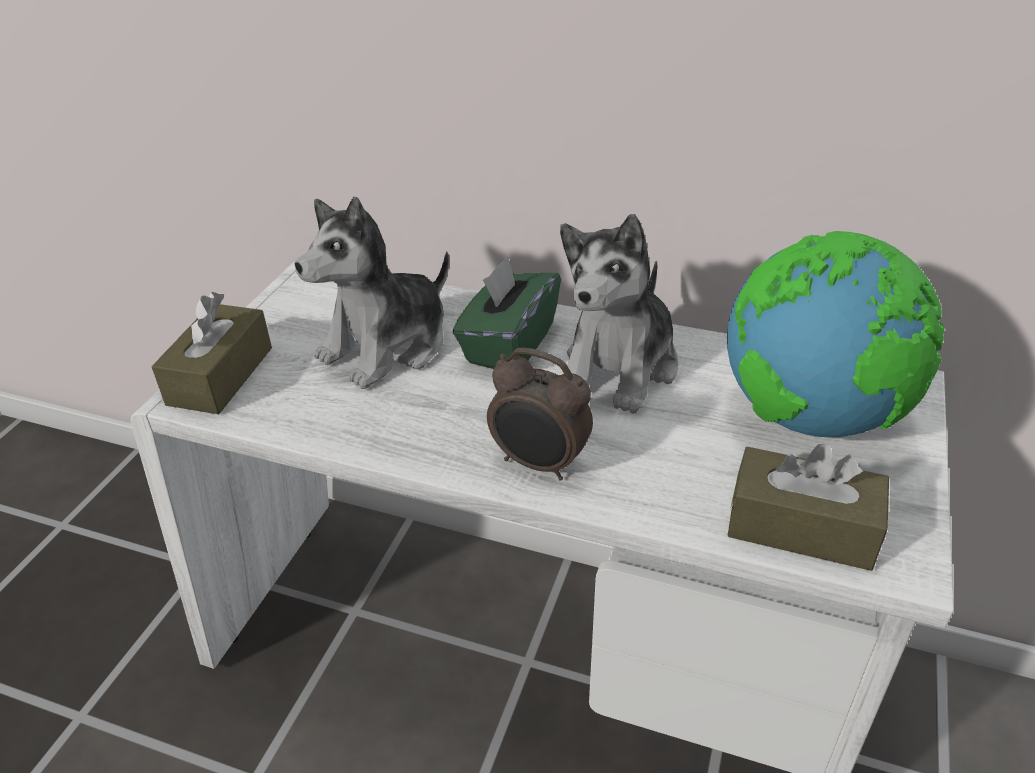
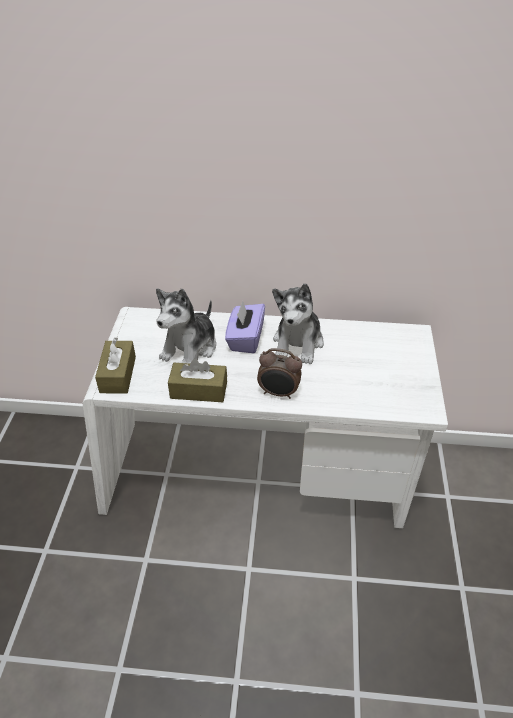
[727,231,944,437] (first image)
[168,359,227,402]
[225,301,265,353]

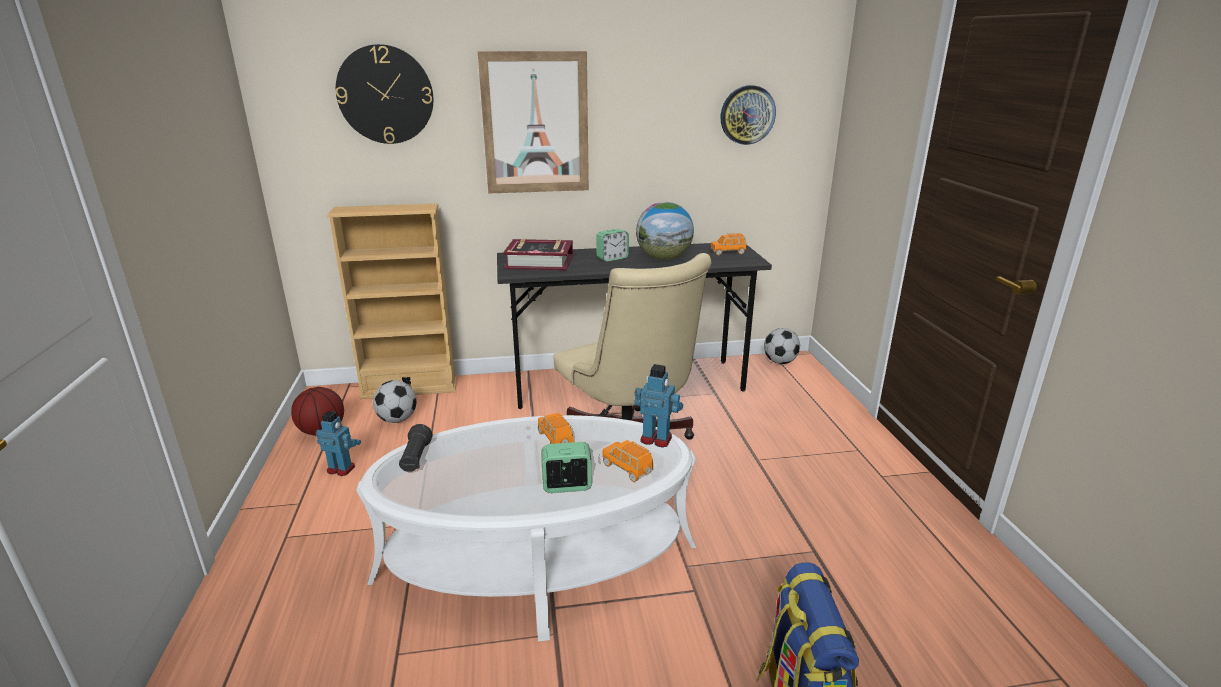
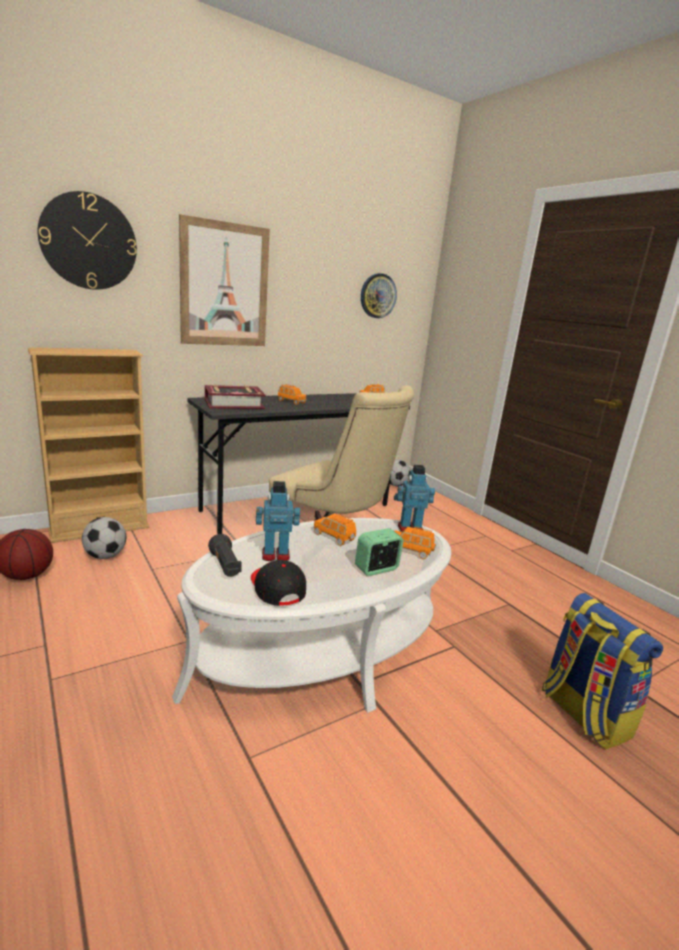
[636,202,694,260] (first image)
[251,560,306,606]
[256,481,300,561]
[278,384,306,405]

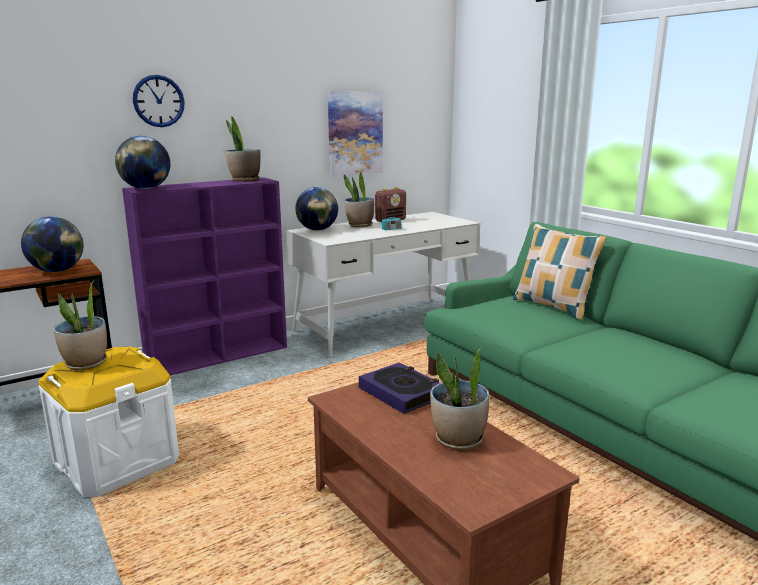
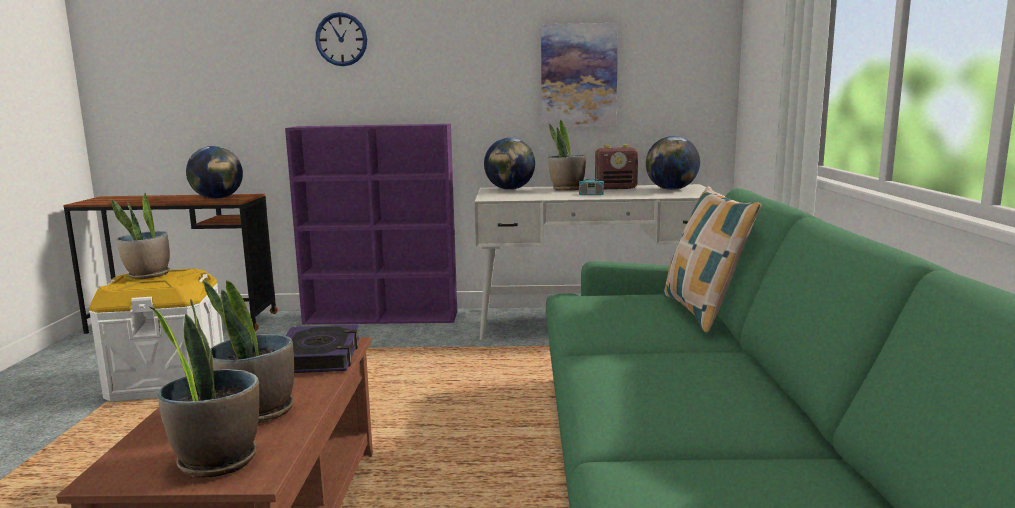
[646,136,700,190]
[150,299,259,478]

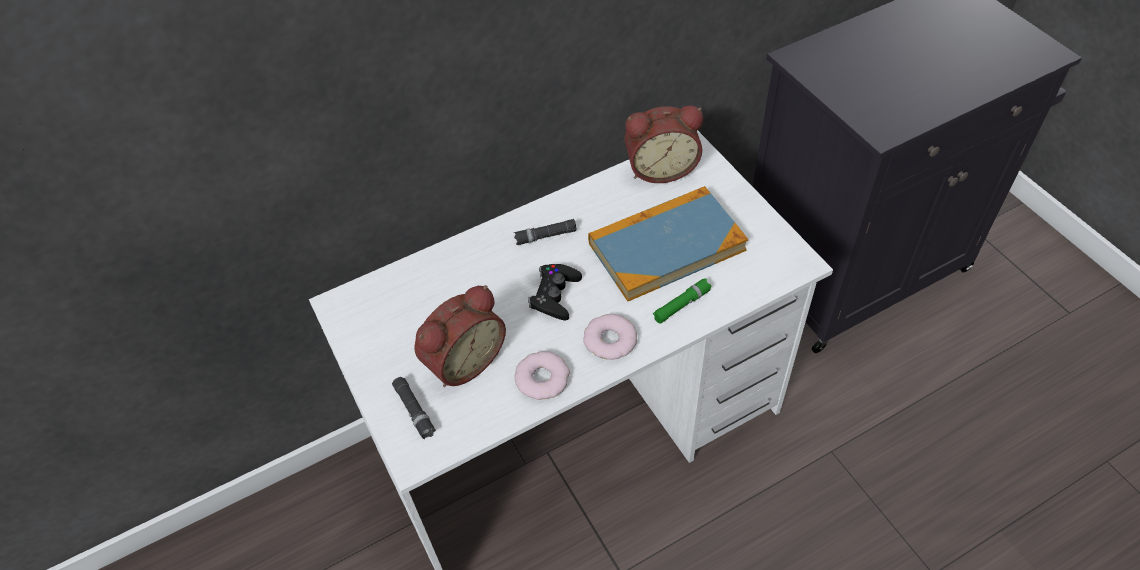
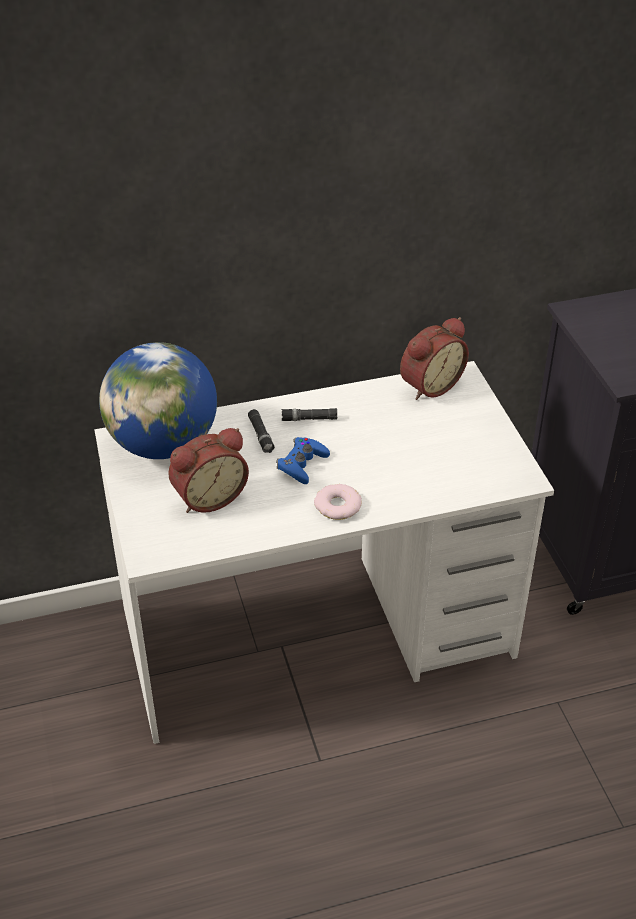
[514,351,570,400] (first image)
[588,186,748,301] (first image)
[653,279,711,324] (first image)
[99,342,217,459]
[248,409,275,453]
[276,437,330,484]
[400,317,469,400]

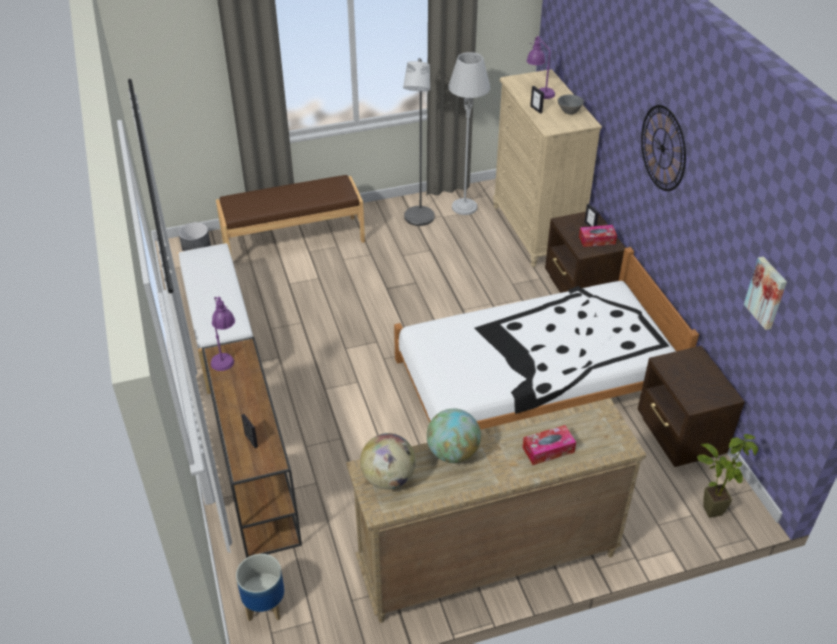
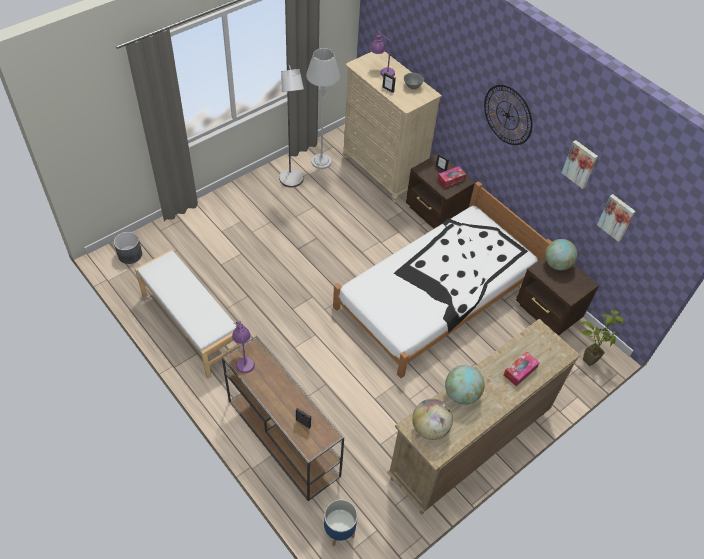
[216,175,365,261] (first image)
[545,239,578,270]
[562,140,598,189]

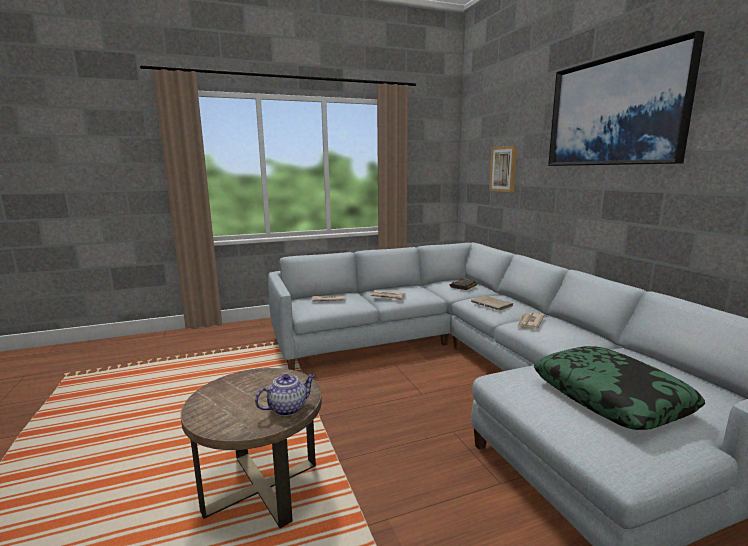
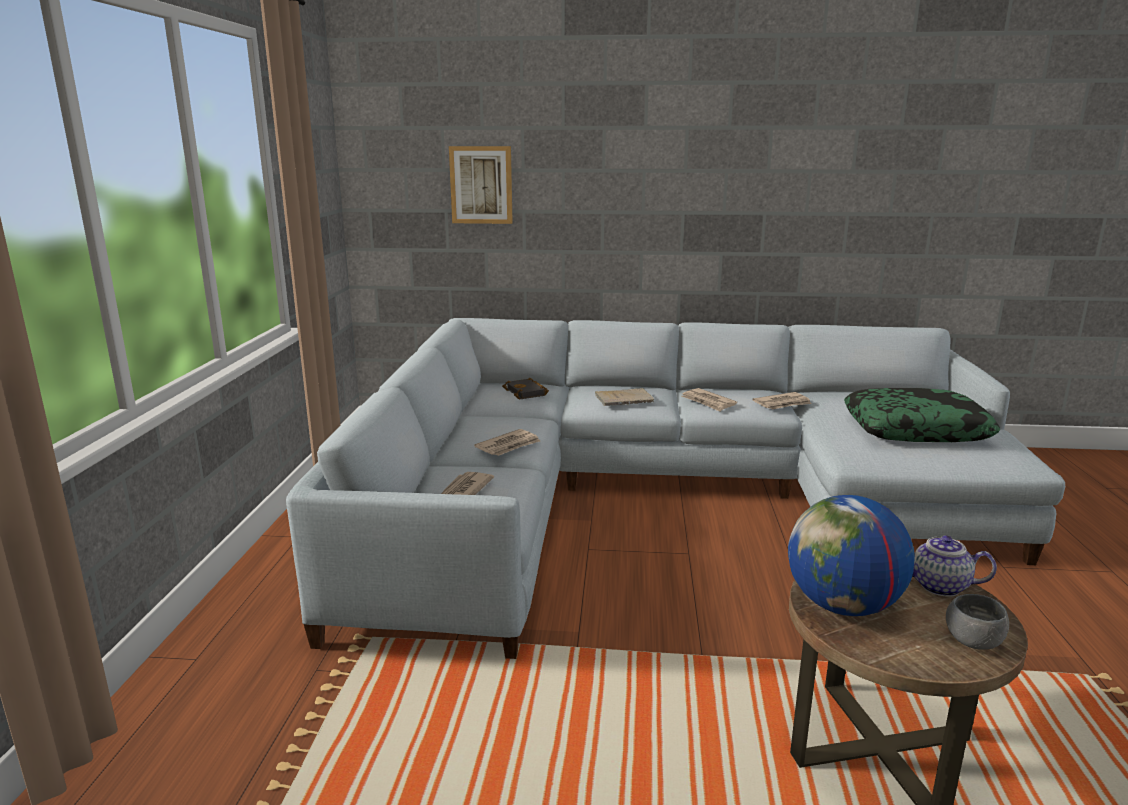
[548,31,705,166] (first image)
[752,392,812,409]
[788,495,915,616]
[946,594,1009,650]
[912,535,997,596]

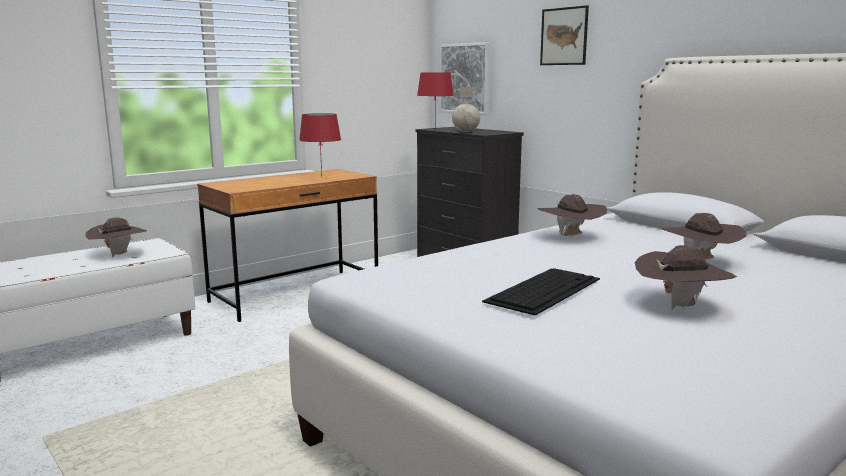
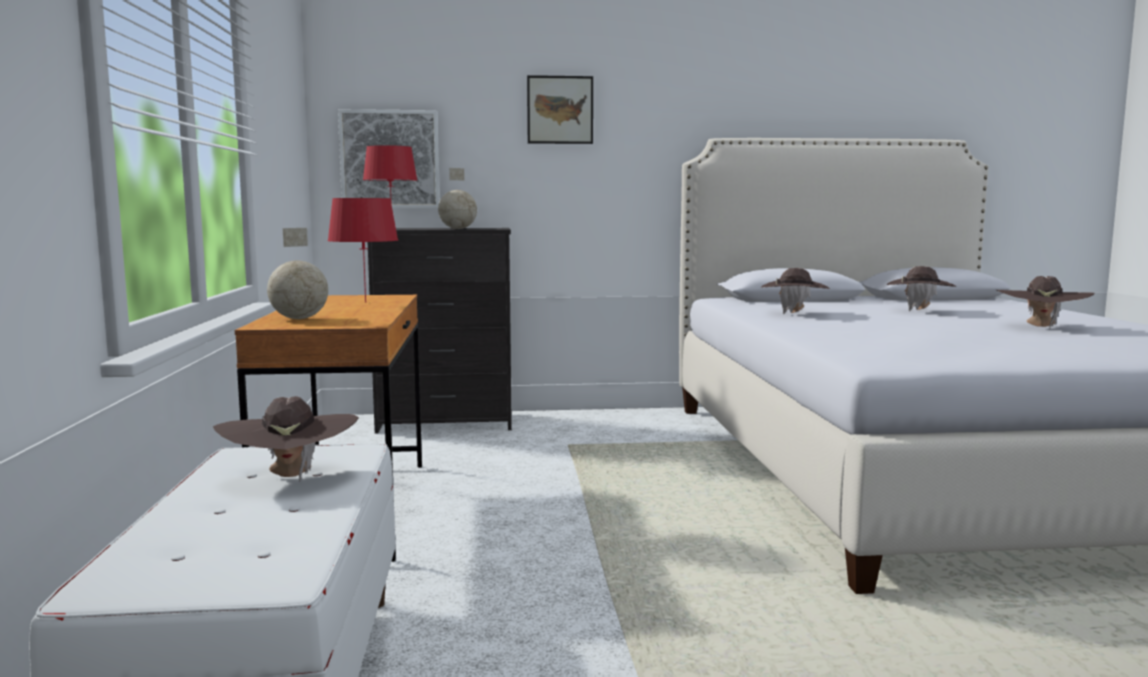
[482,268,600,316] (first image)
[267,228,328,319]

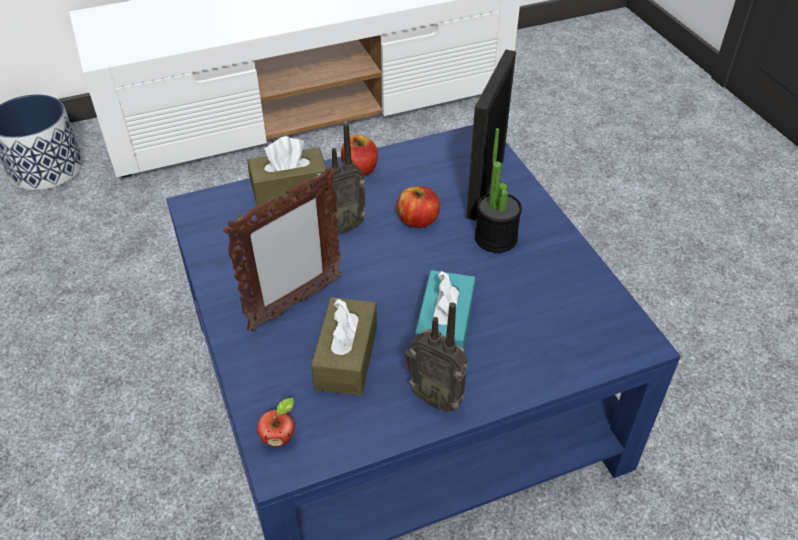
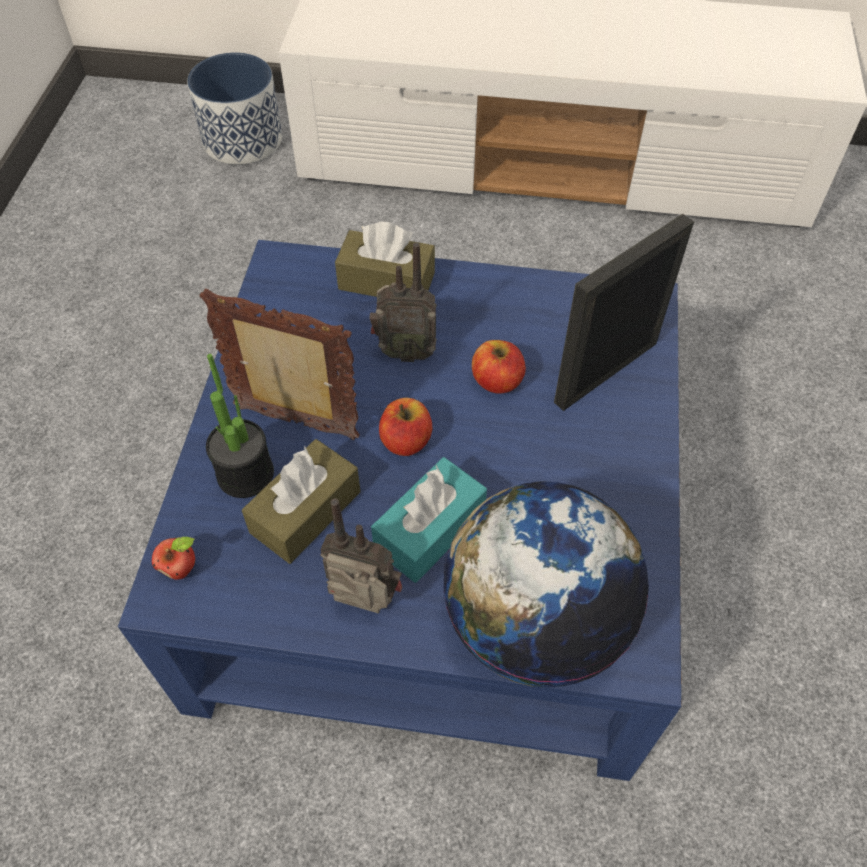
[443,481,649,688]
[379,398,432,456]
[206,354,274,498]
[199,289,360,440]
[320,498,402,613]

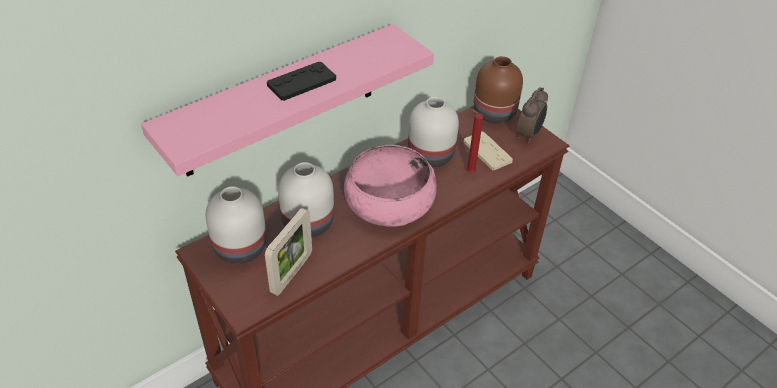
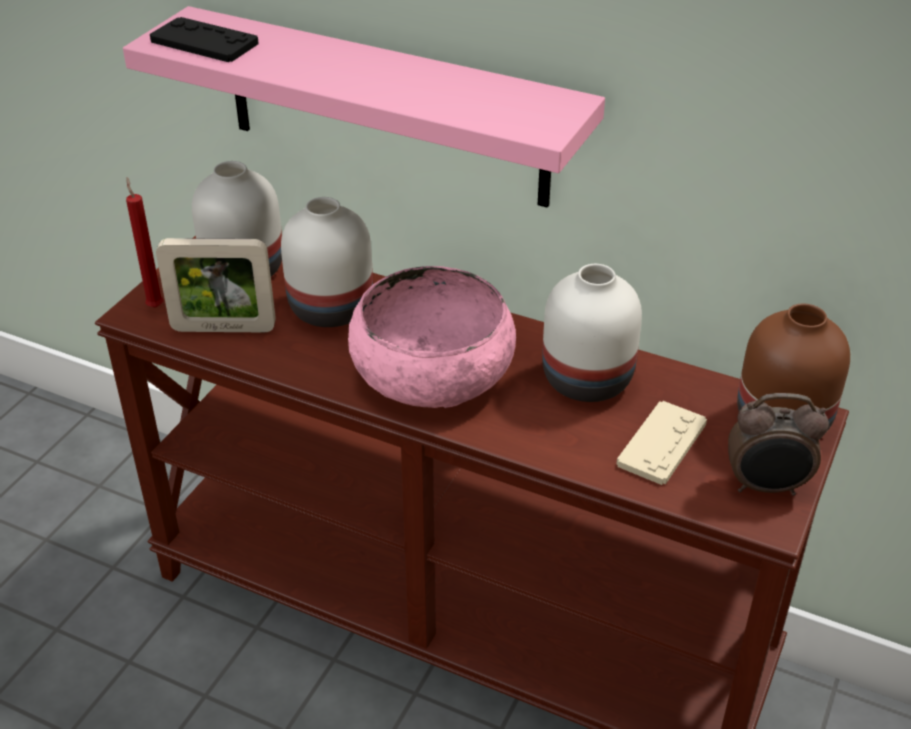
[150,17,259,62]
[126,177,163,308]

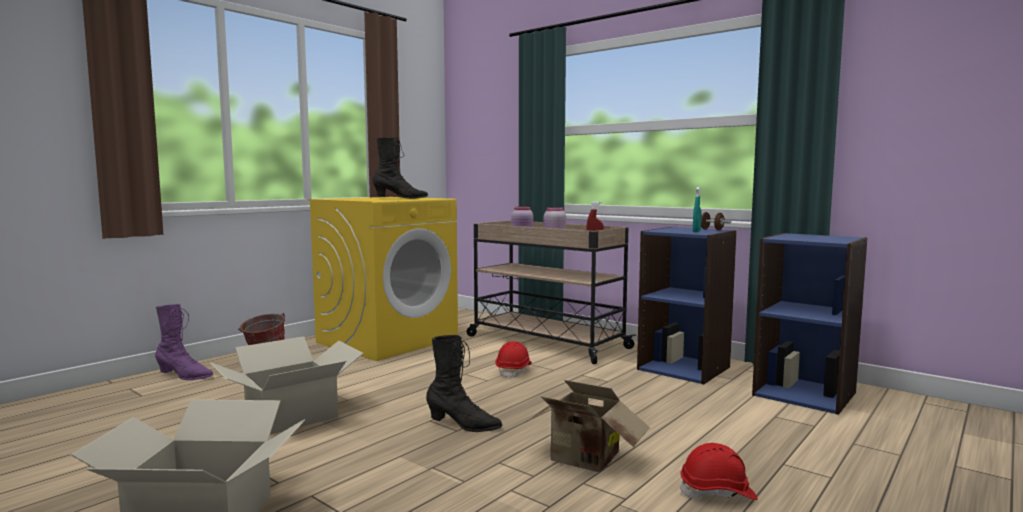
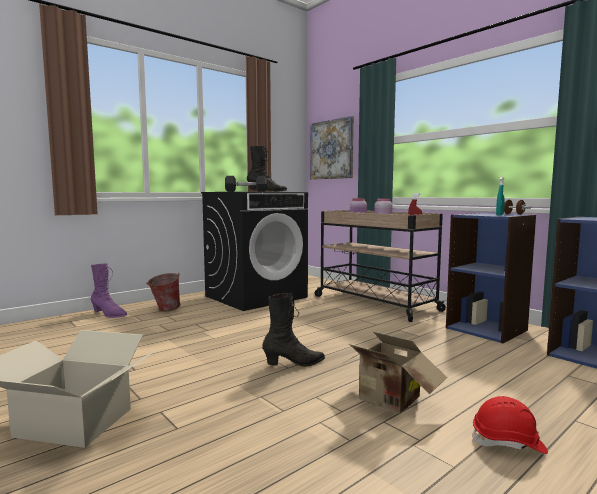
[211,336,364,434] (first image)
[495,341,531,379] (first image)
[225,176,267,192]
[310,116,354,180]
[201,192,308,311]
[262,293,325,367]

